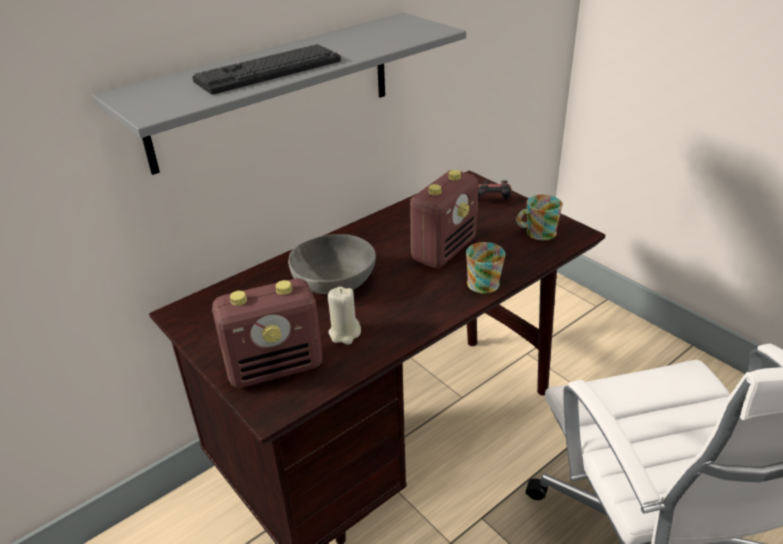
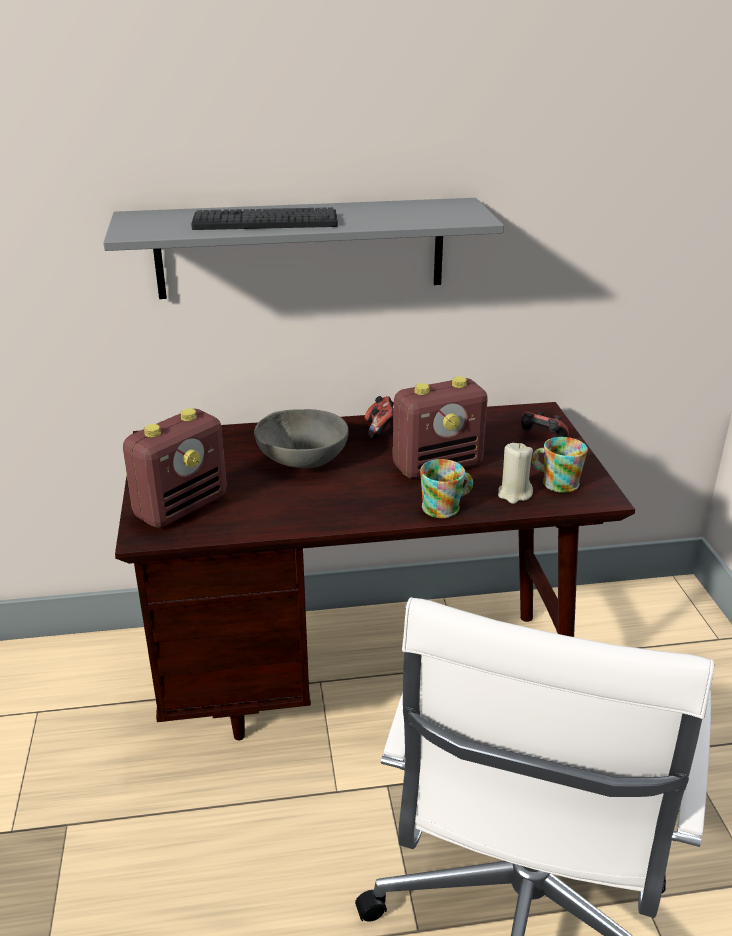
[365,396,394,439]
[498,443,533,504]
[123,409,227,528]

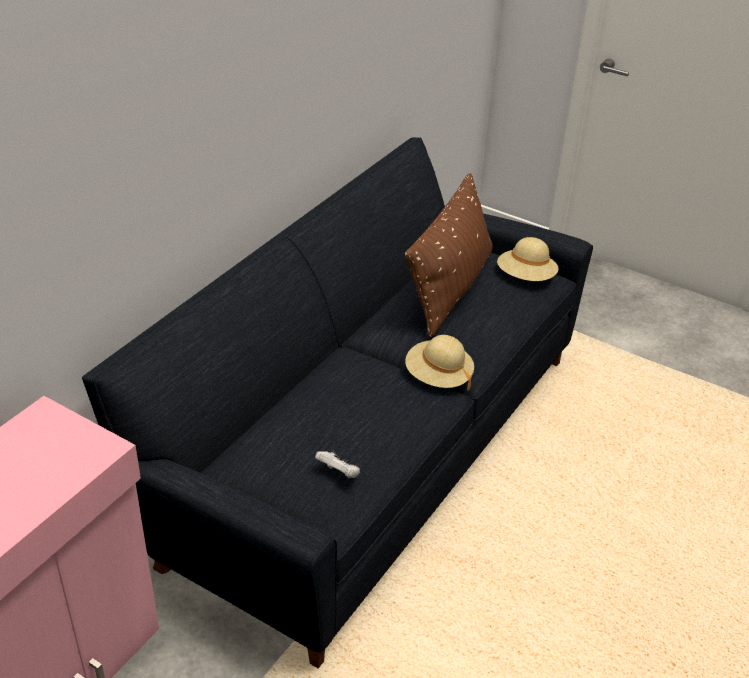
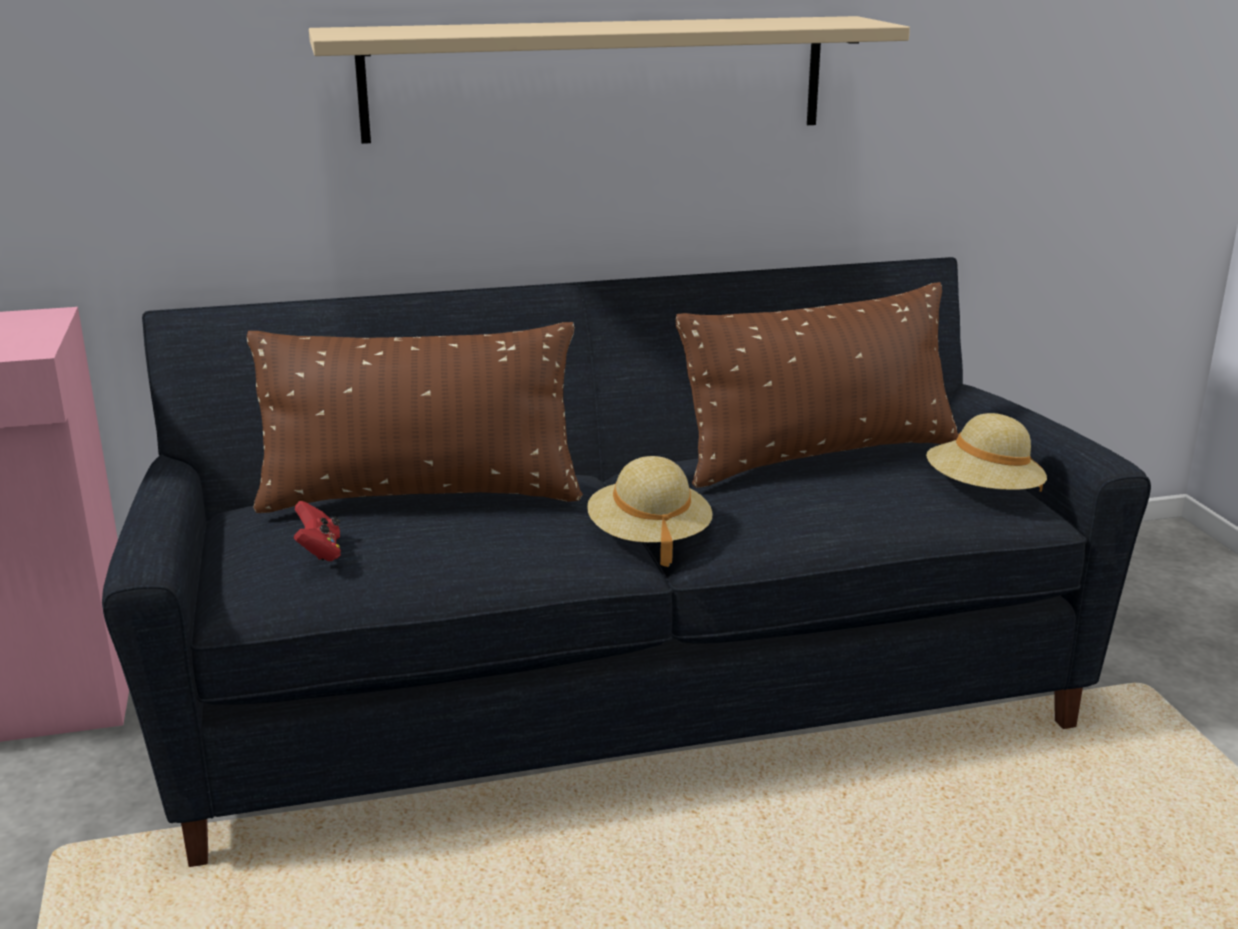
[247,322,583,513]
[309,16,910,144]
[294,501,341,561]

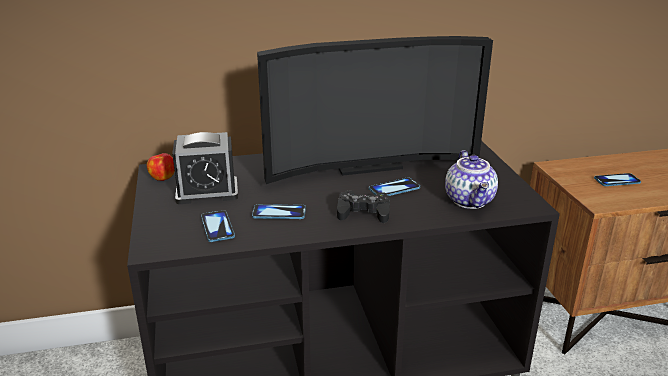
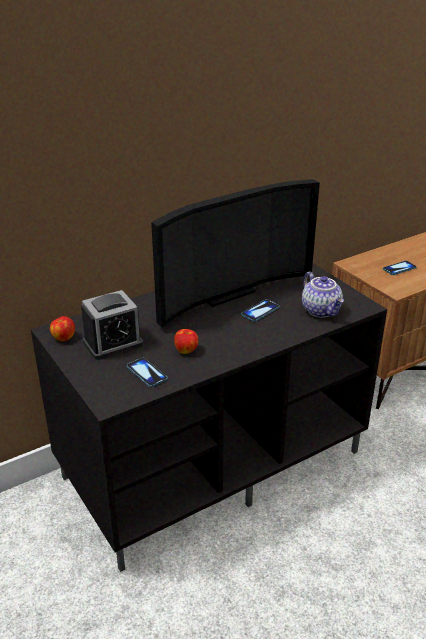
[337,190,390,223] (first image)
[174,329,198,354]

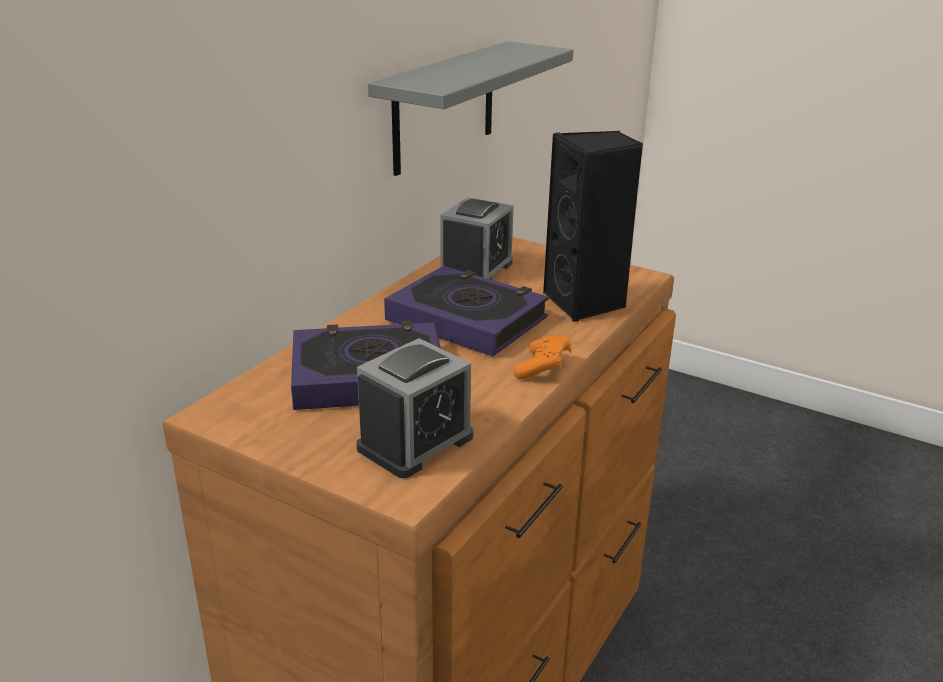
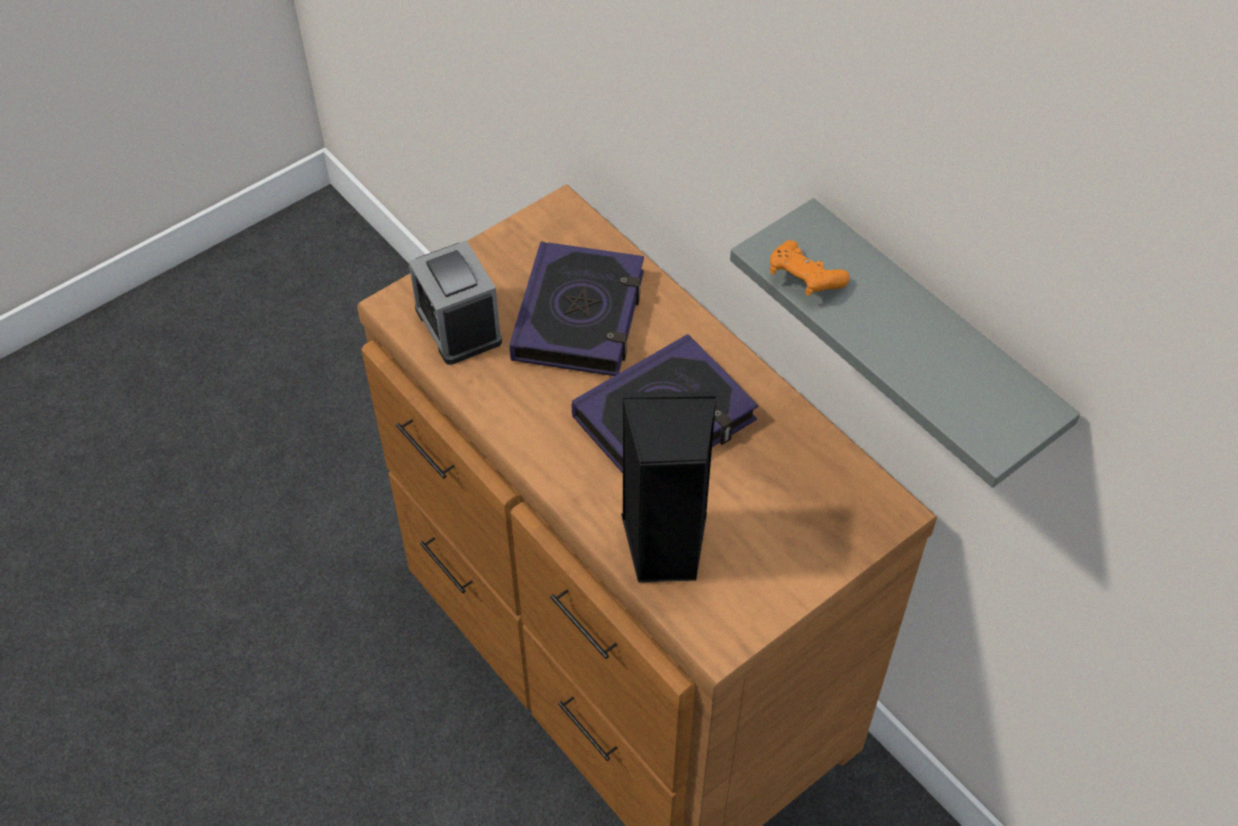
[440,197,514,280] (first image)
[770,240,850,296]

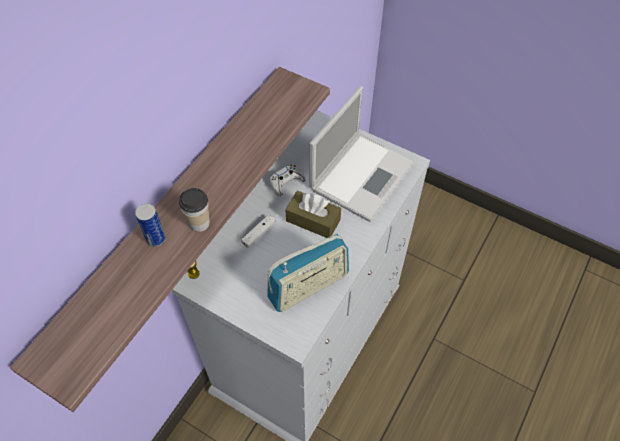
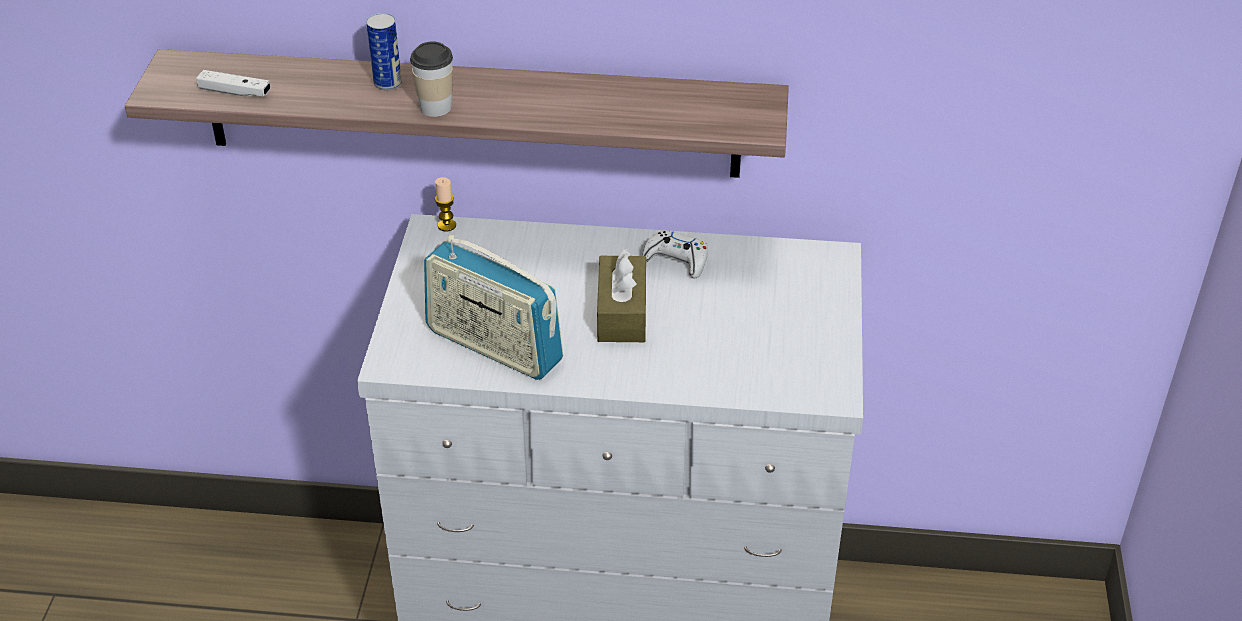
[309,86,415,222] (first image)
[196,70,271,97]

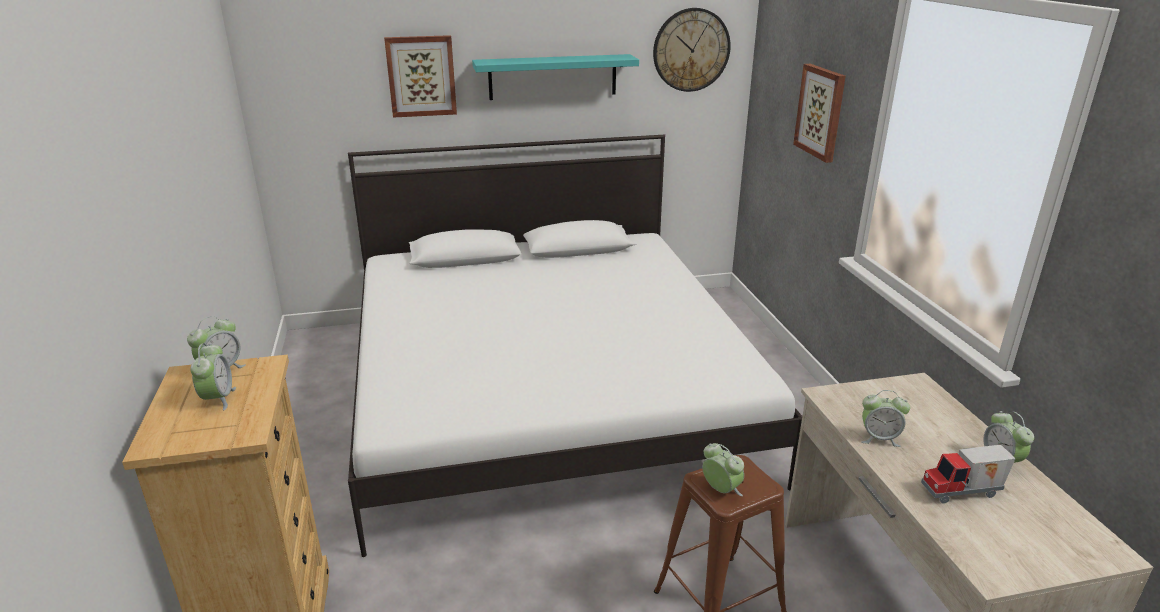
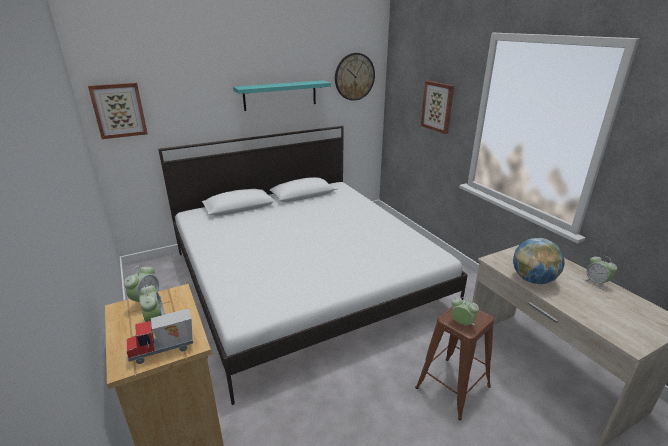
[88,83,148,139]
[126,308,193,364]
[513,238,565,284]

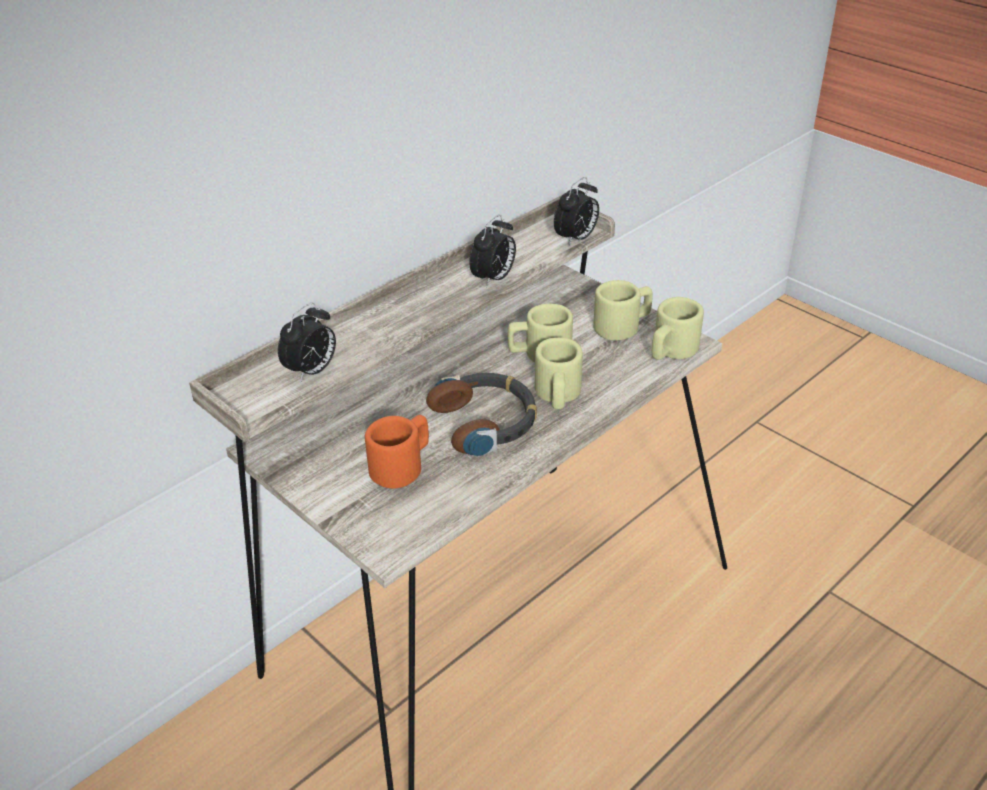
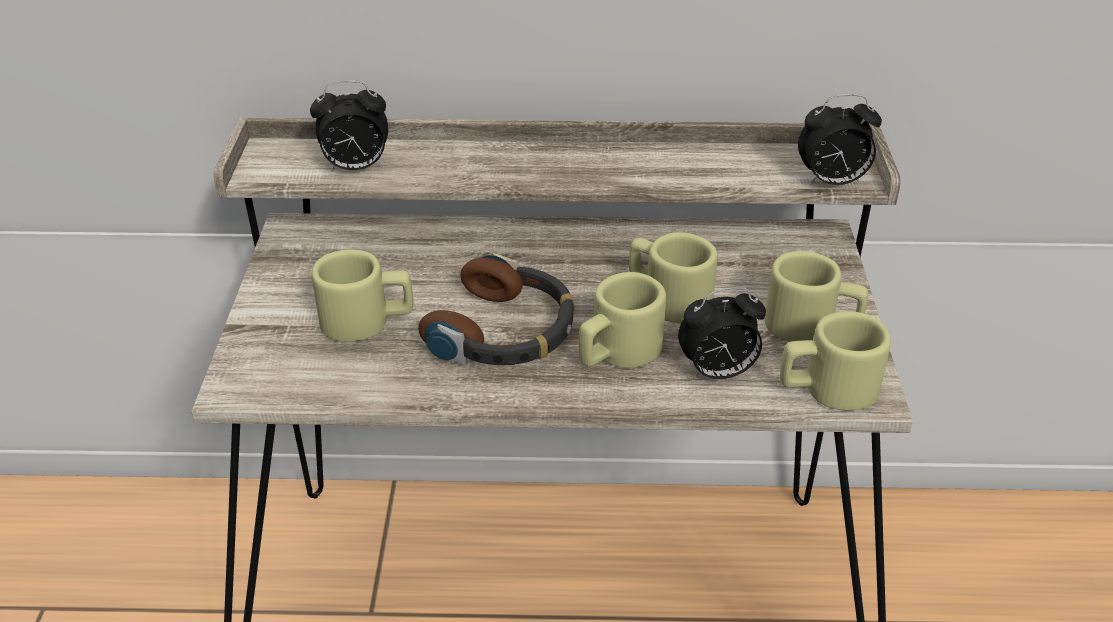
[678,287,766,379]
[312,250,413,342]

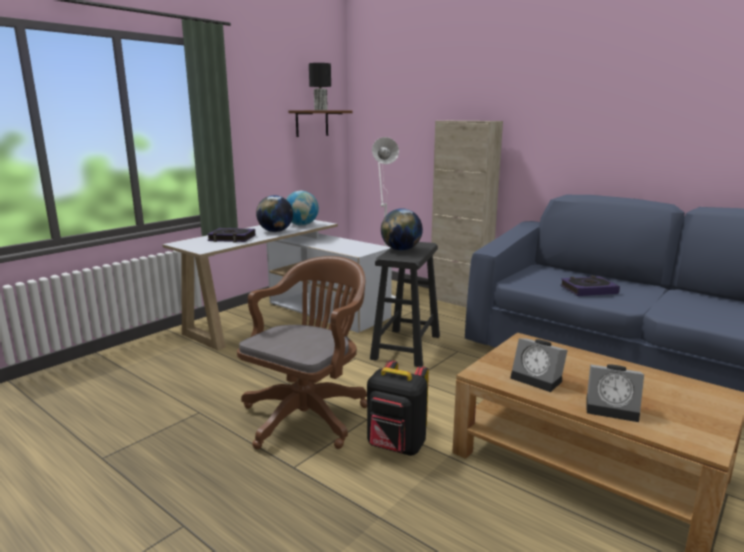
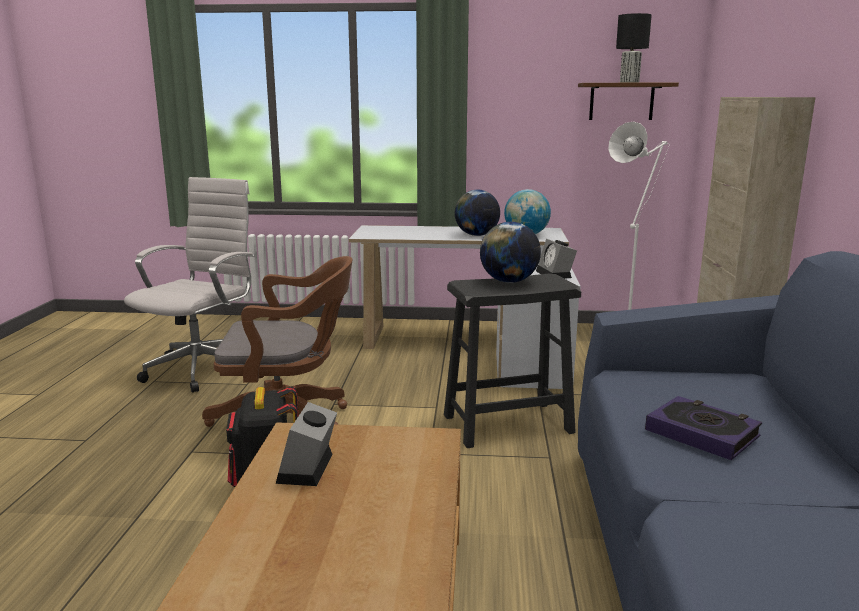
[207,228,255,242] (first image)
[124,177,255,393]
[536,239,577,279]

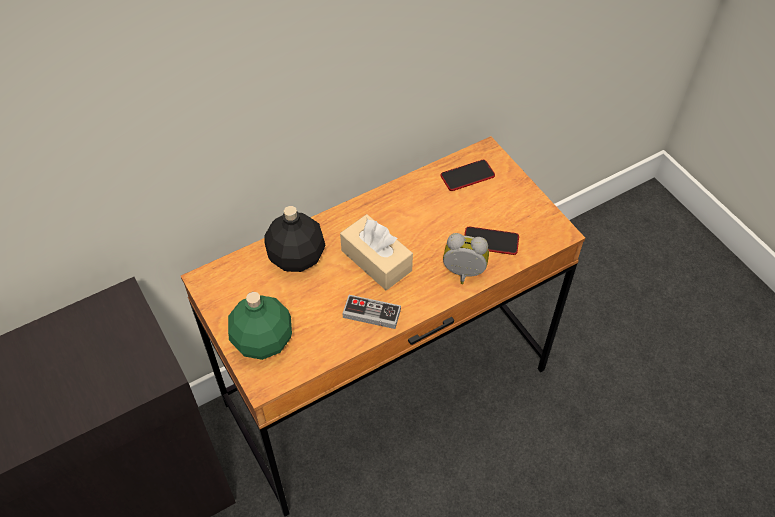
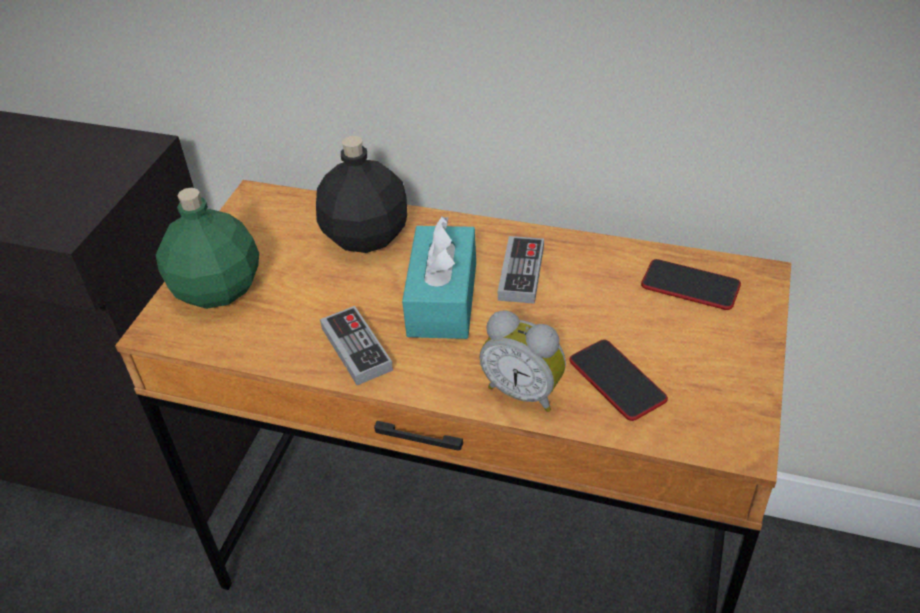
[498,236,544,304]
[402,216,476,339]
[480,310,566,412]

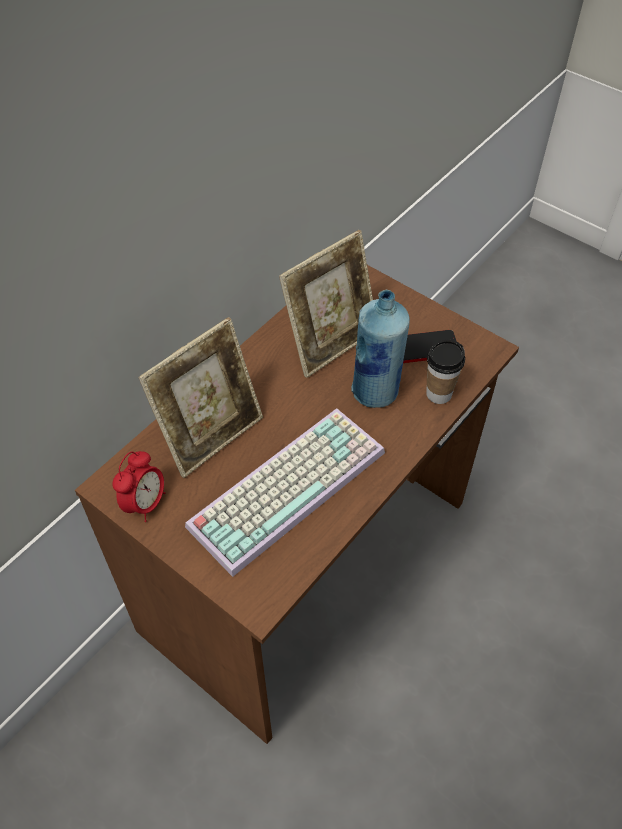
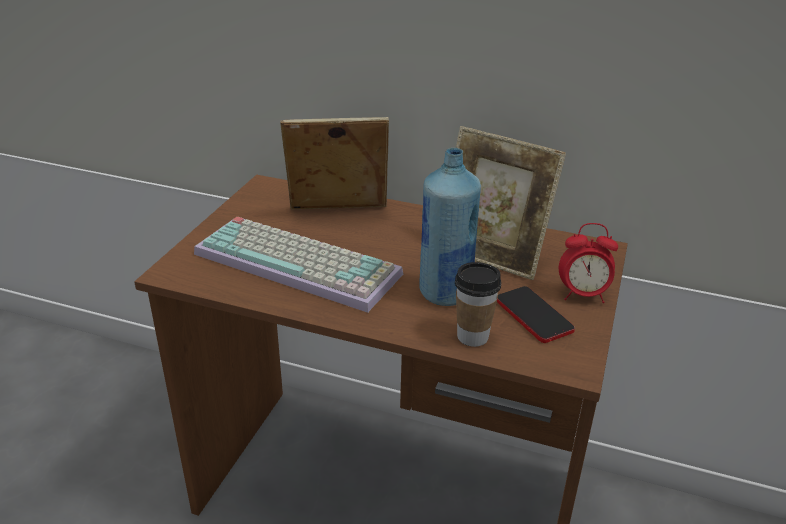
[559,223,618,303]
[280,117,389,210]

